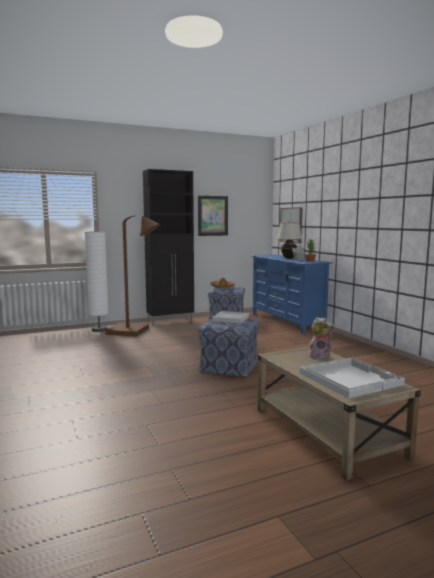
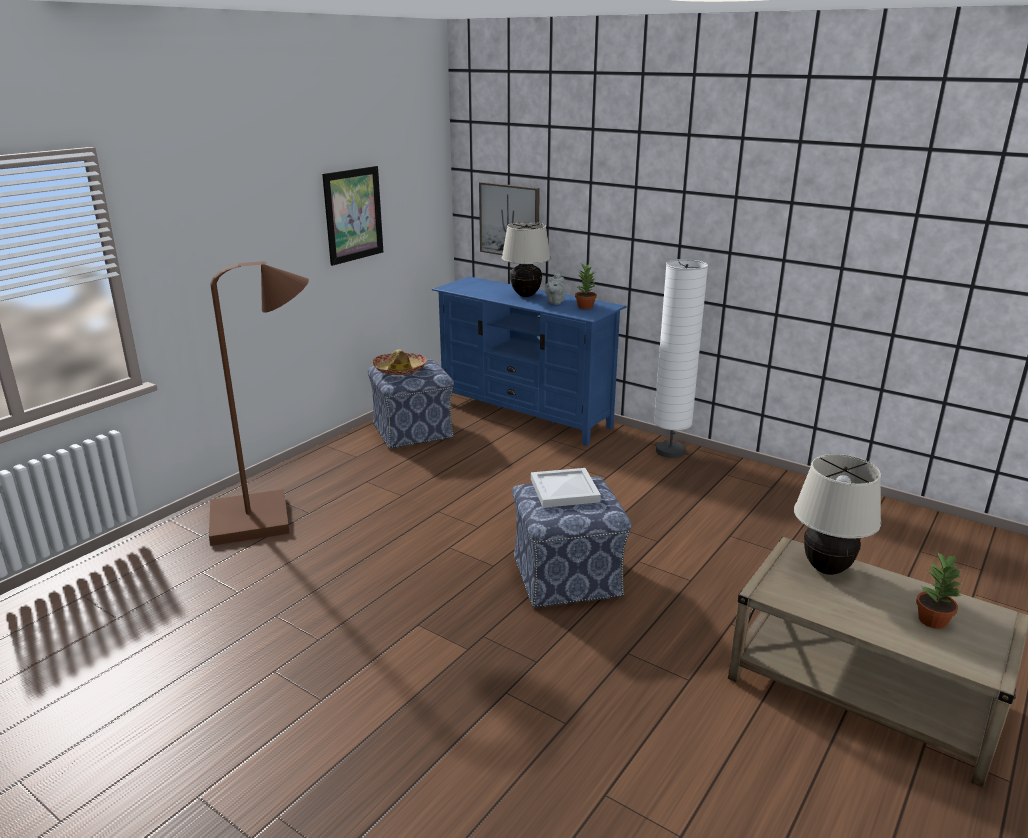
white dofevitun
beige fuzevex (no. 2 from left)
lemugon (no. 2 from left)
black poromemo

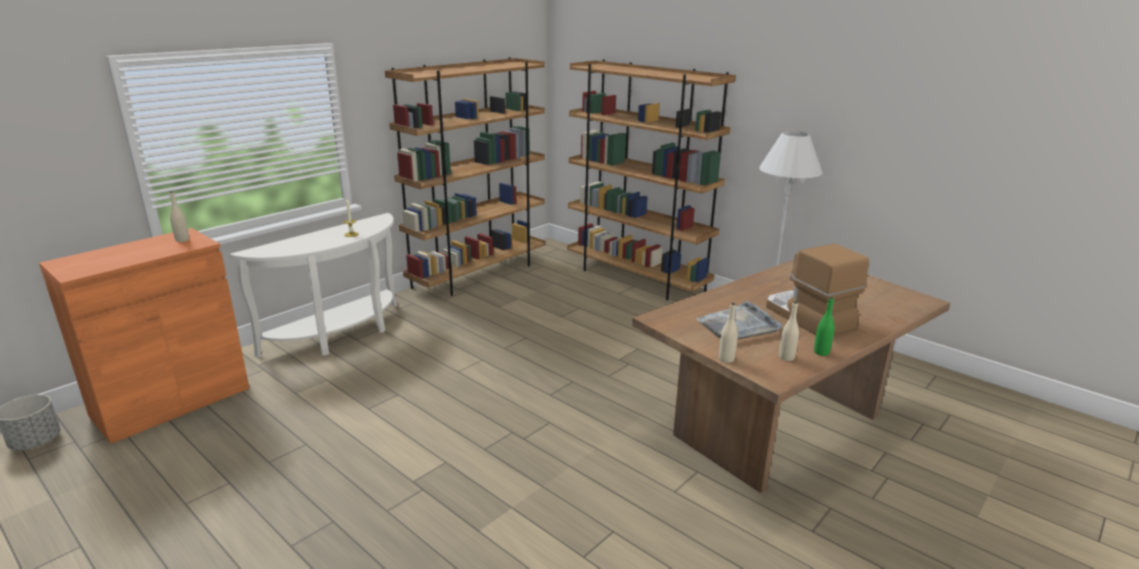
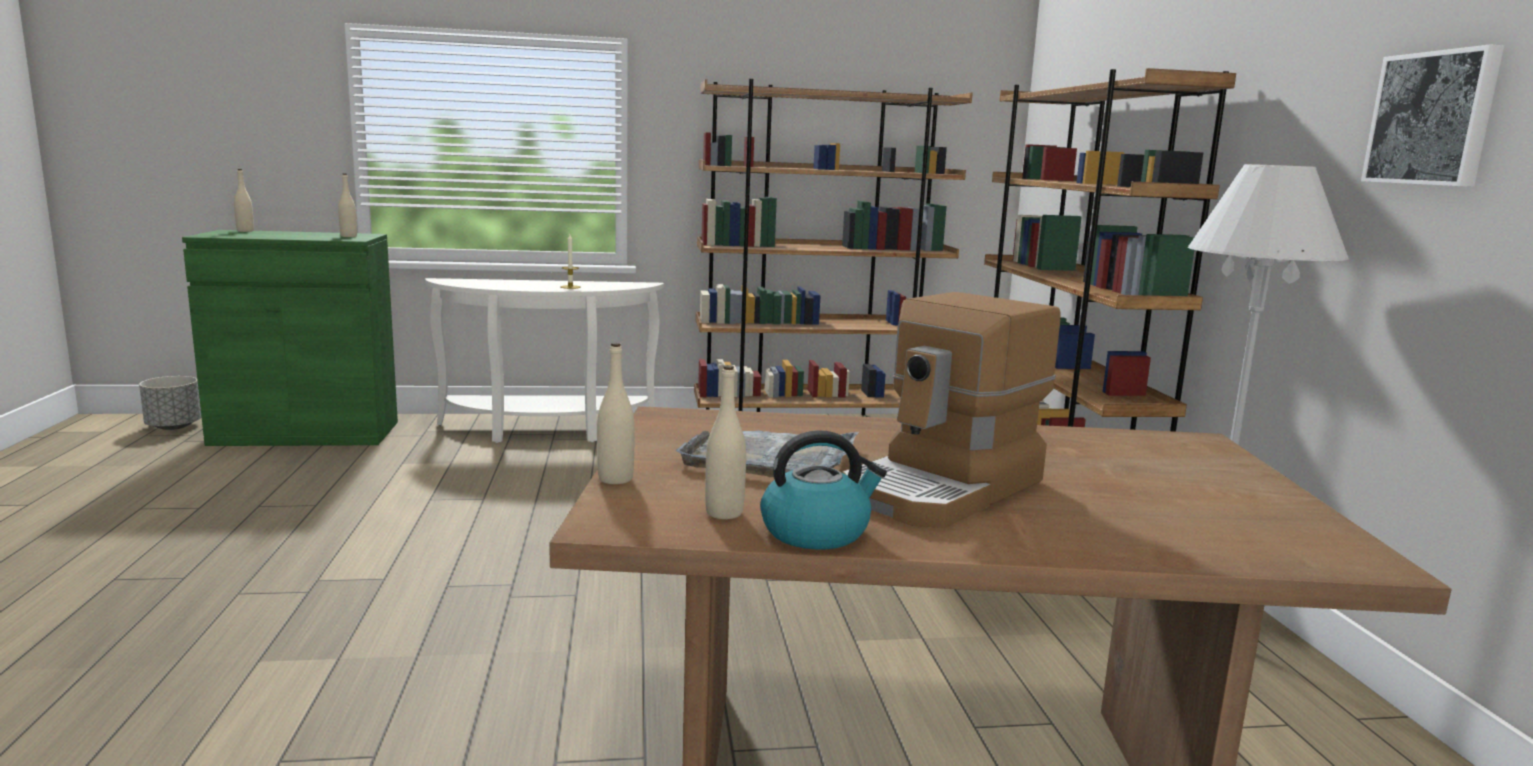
green poromemo
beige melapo (no. 1 from left)
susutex
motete
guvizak

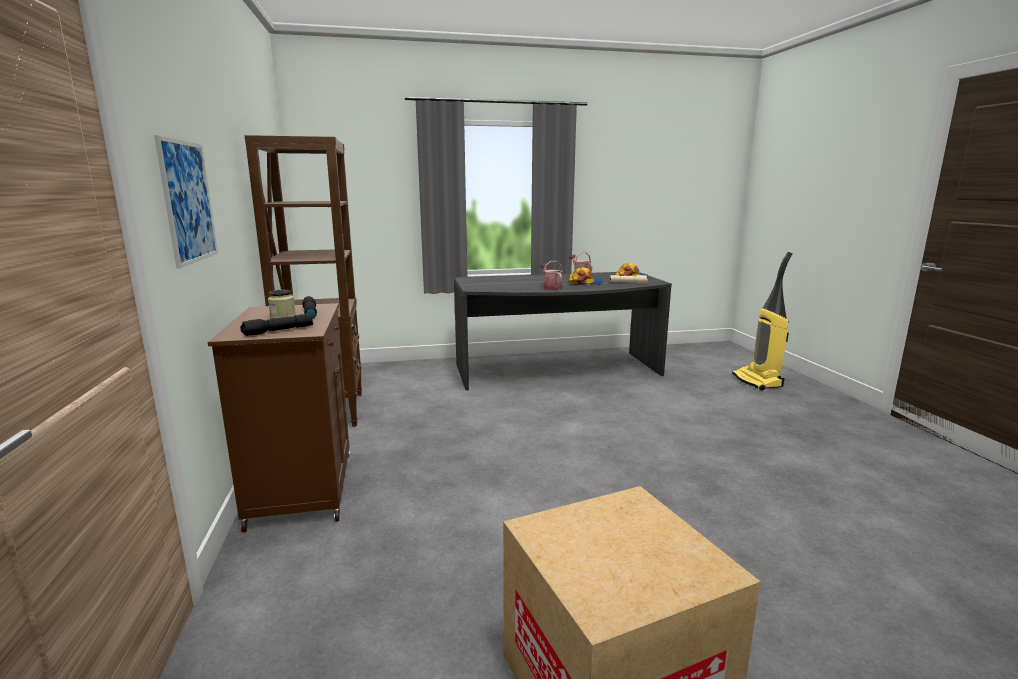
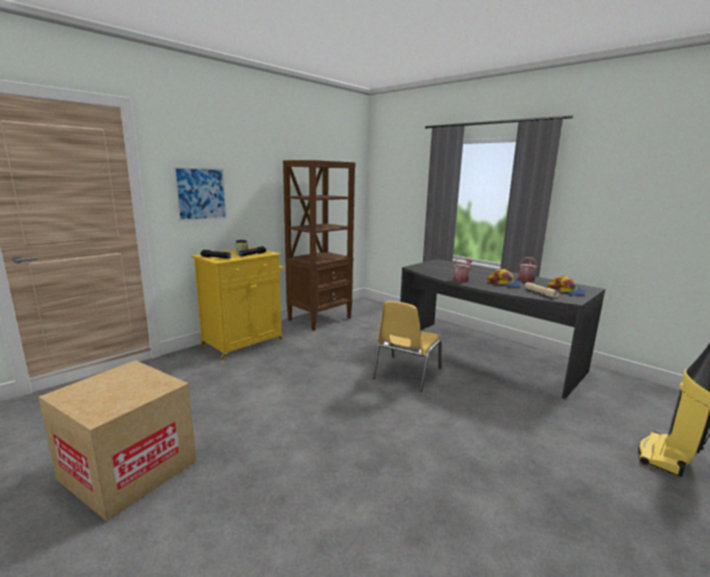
yellow poromemo
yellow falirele

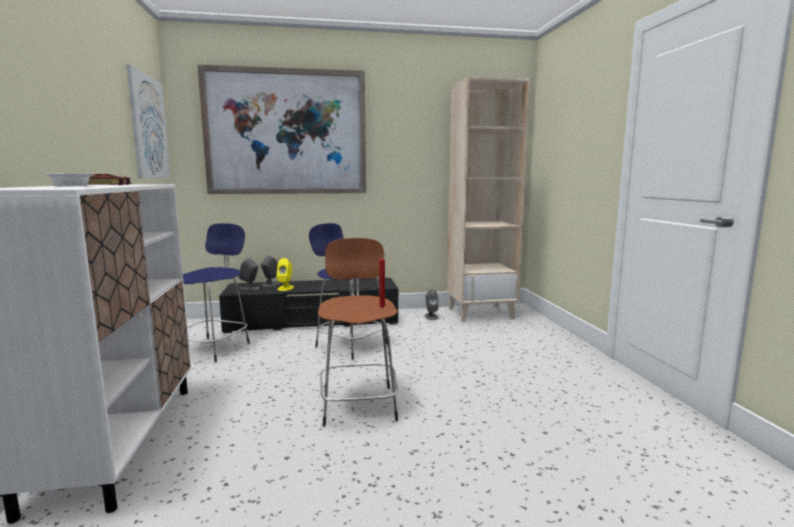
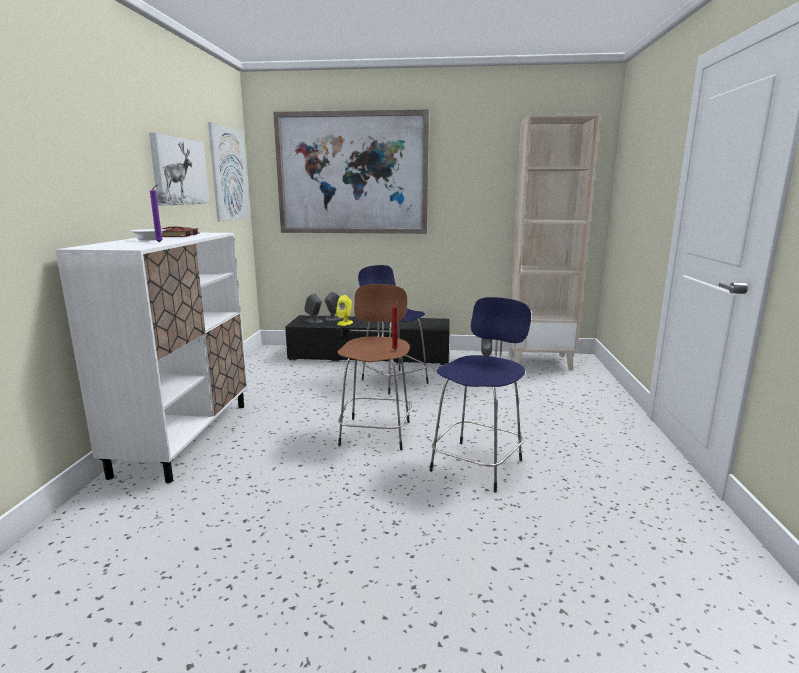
guvizak (no. 1 from left)
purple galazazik
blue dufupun (no. 2 from left)

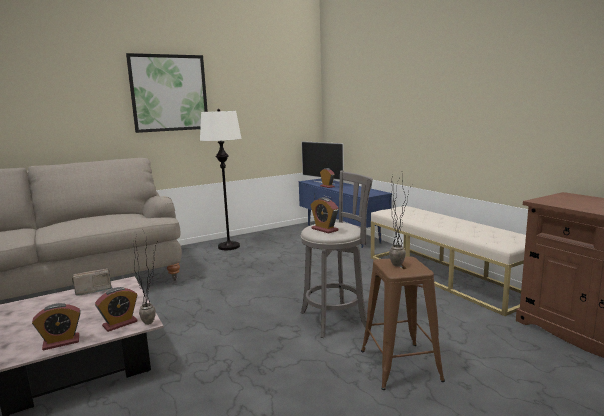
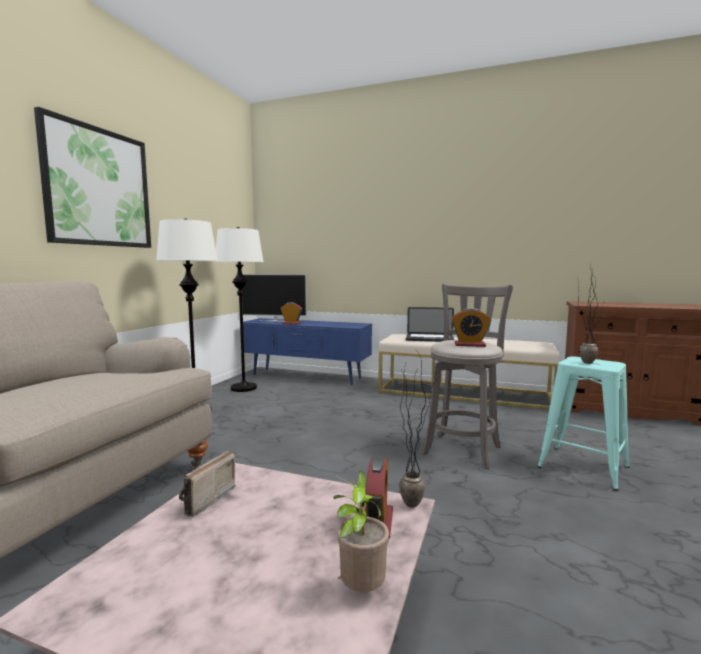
white dofevitun (no. 2 from left)
lemugon (no. 1 from left)
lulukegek
turquoise dufupun

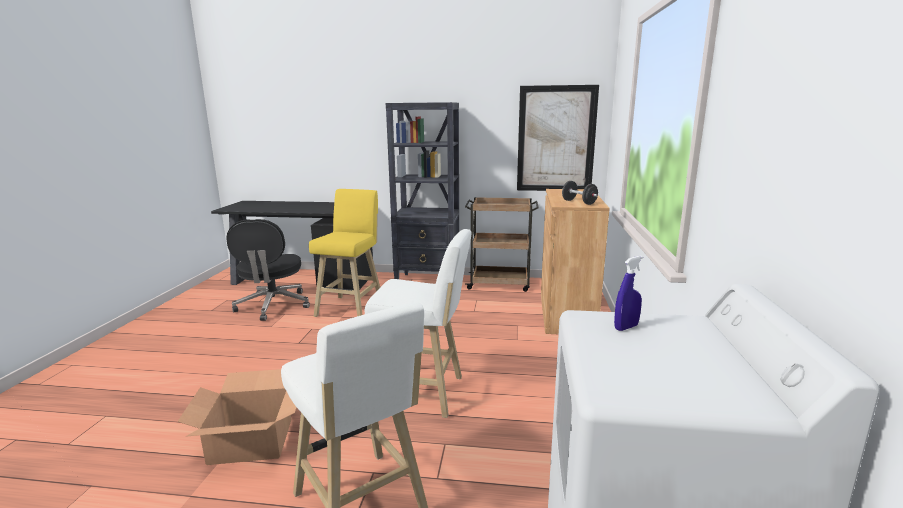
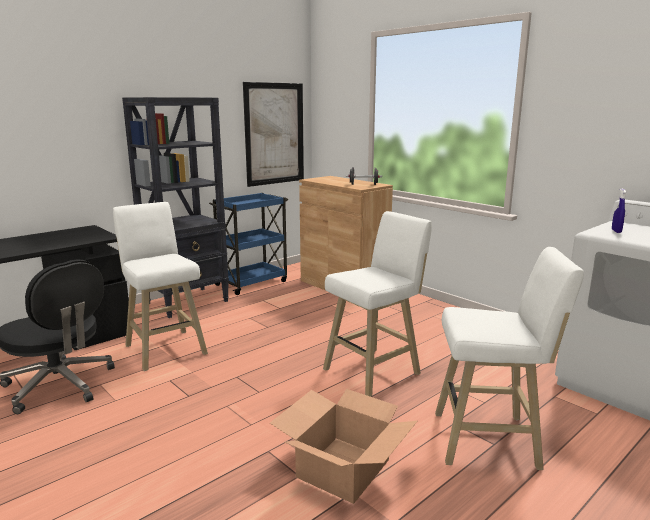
white dufupun (no. 1 from left)
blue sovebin

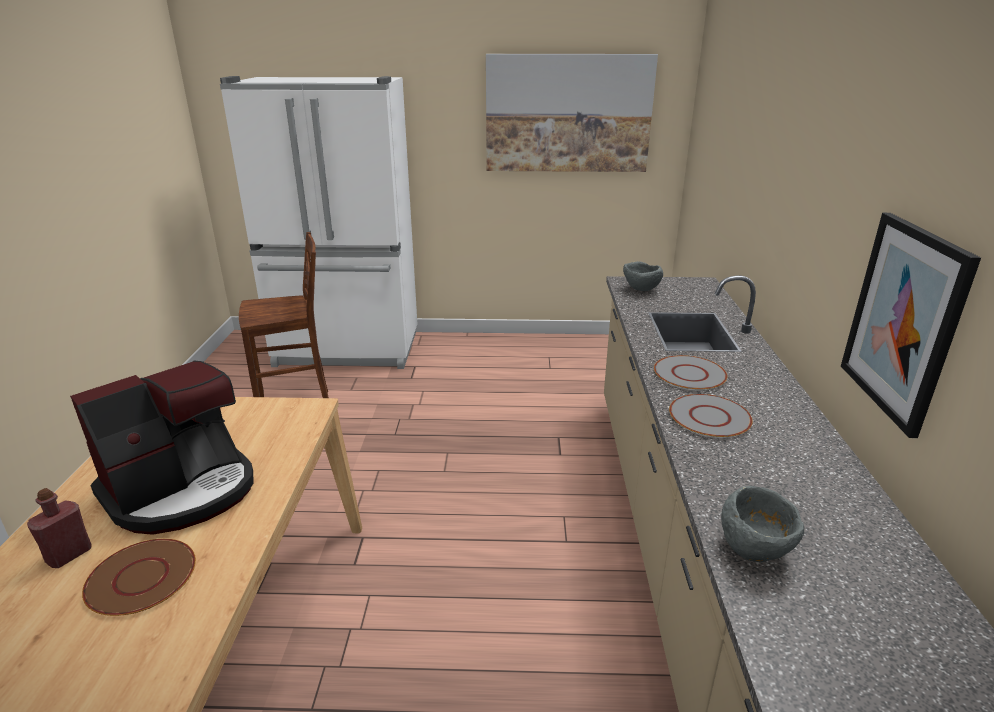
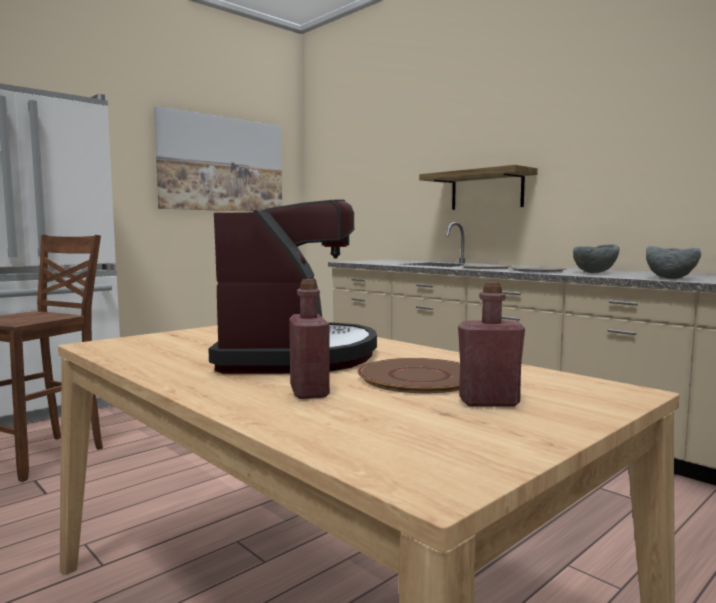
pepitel
red melapo (no. 2 from left)
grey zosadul (no. 1 from left)
guvizak (no. 2 from left in the first image)

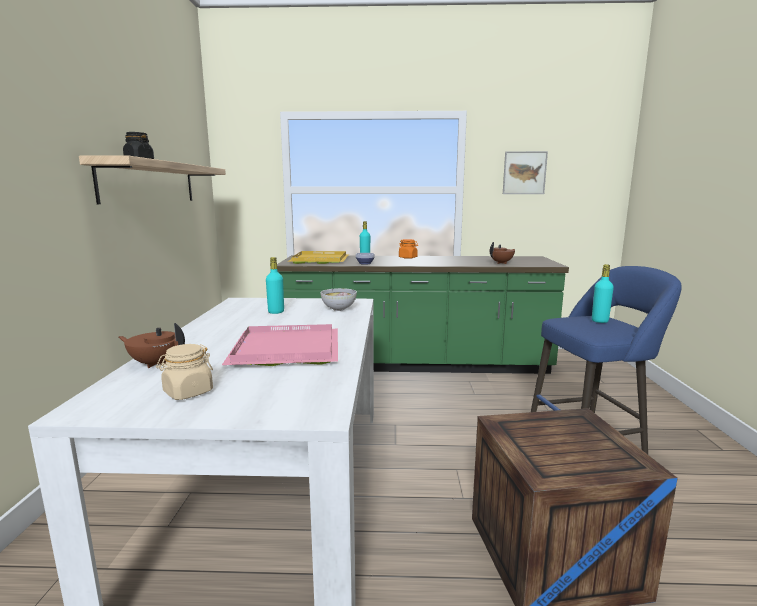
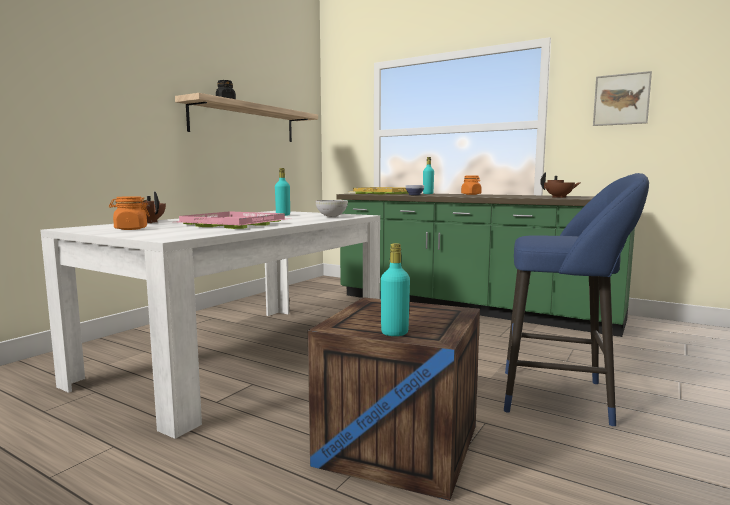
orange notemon (no. 1 from left)
turquoise melapo (no. 2 from left)

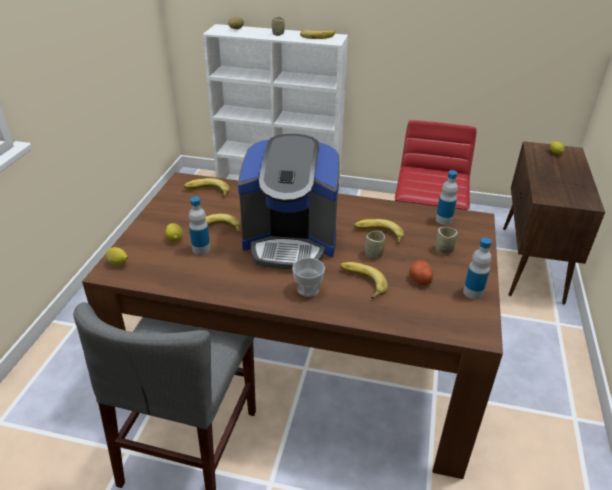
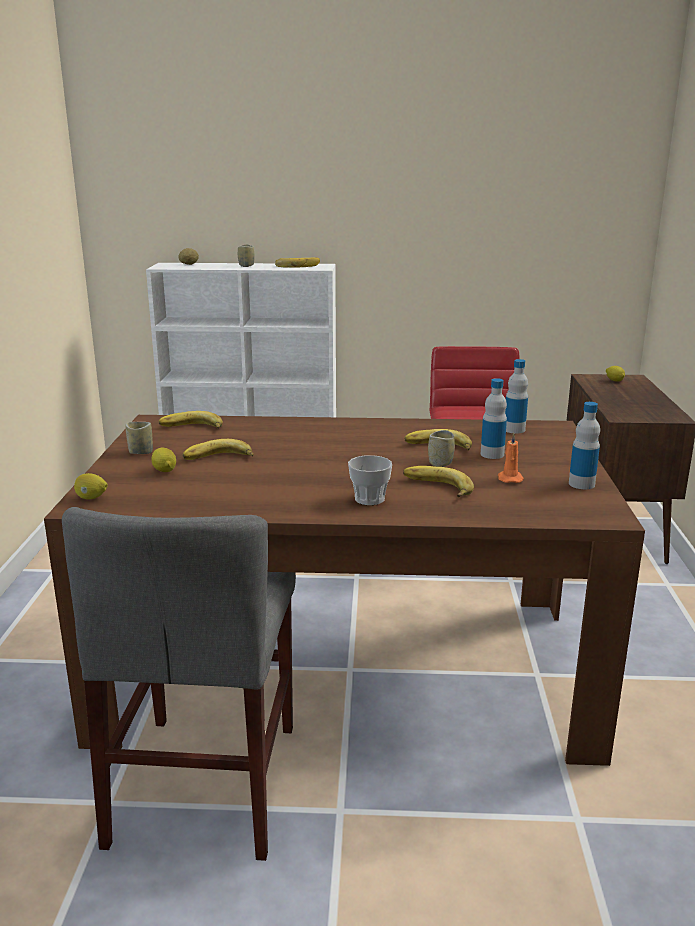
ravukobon (no. 1 from left)
melapo (no. 1 from left)
orange galazazik
motete

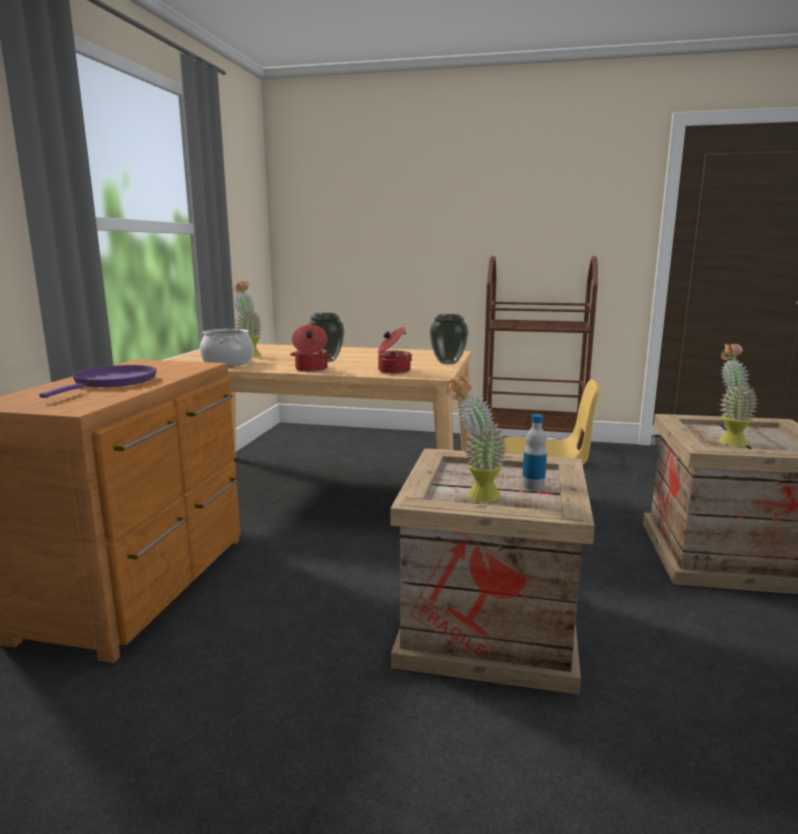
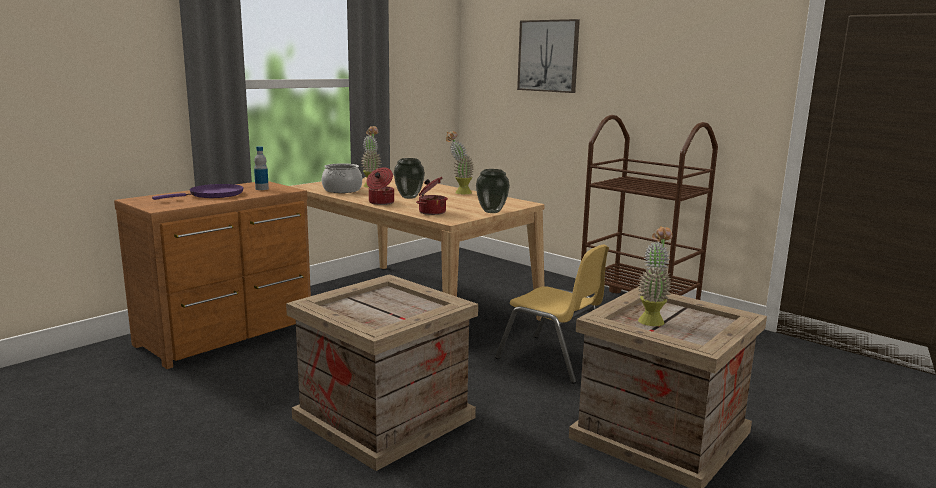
melapo
lemugon (no. 2 from left)
guvizak

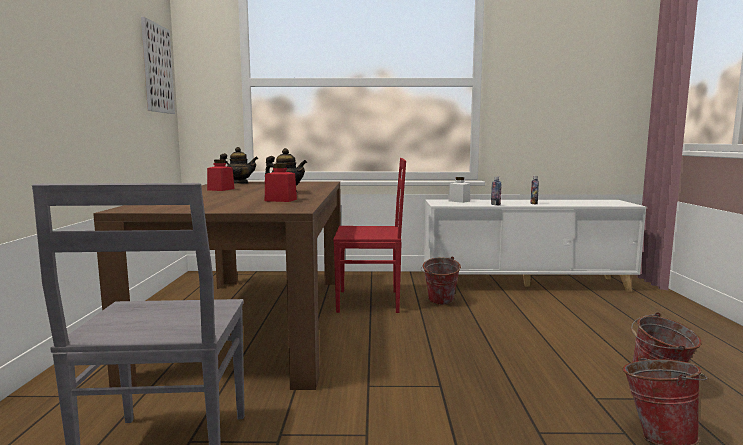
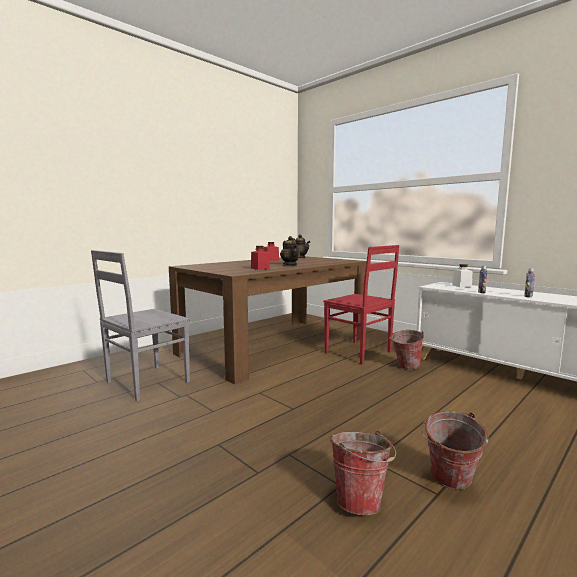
guvizak

